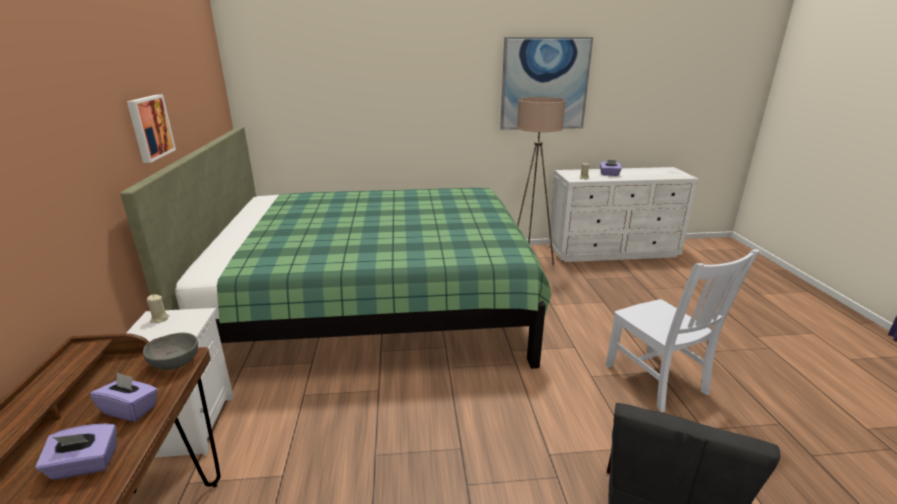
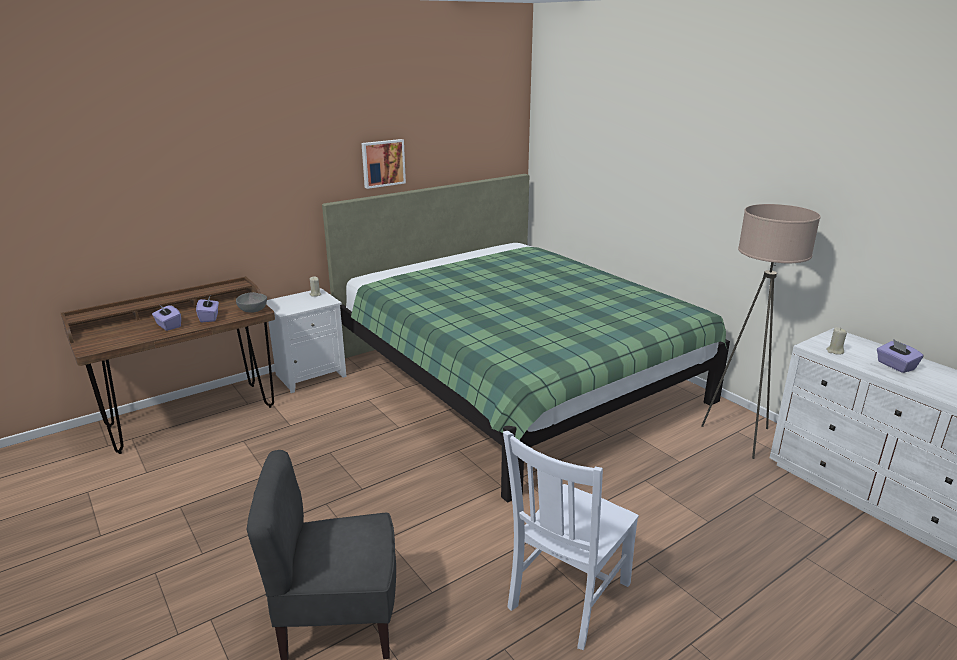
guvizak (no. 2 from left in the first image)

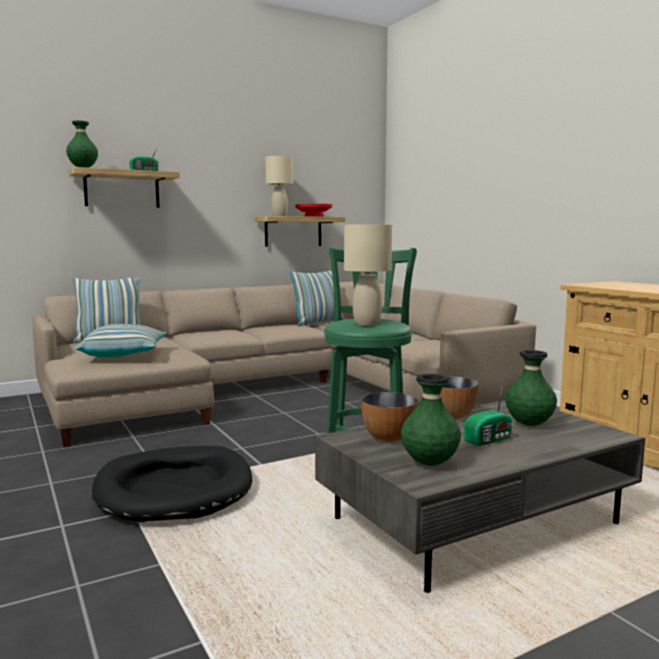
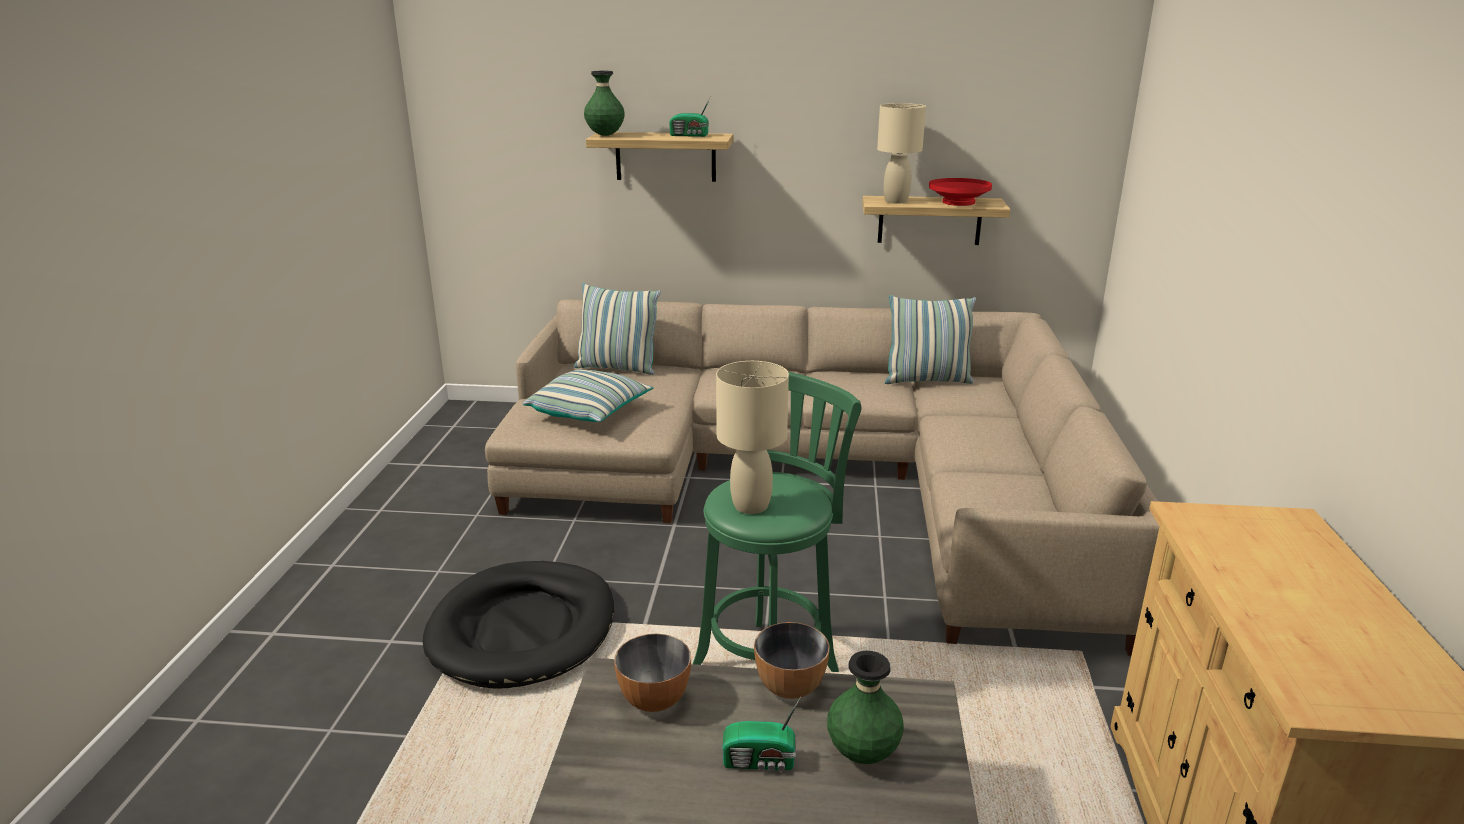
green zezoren (no. 2 from left in the first image)

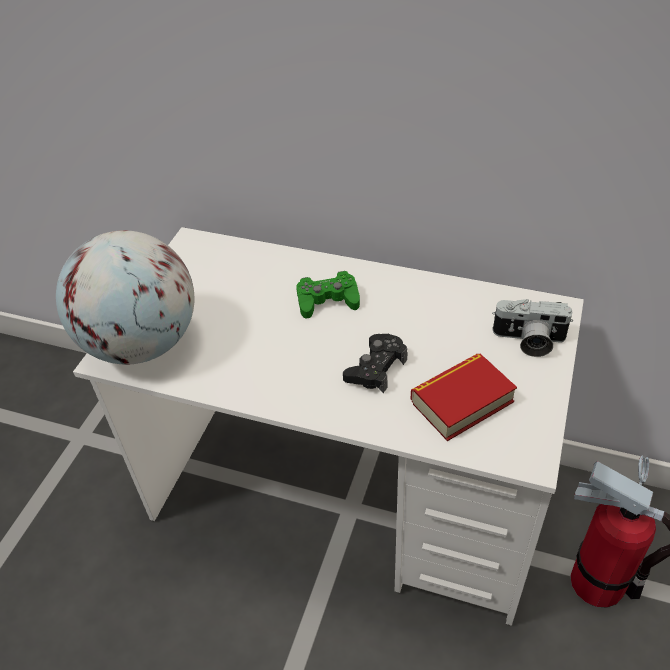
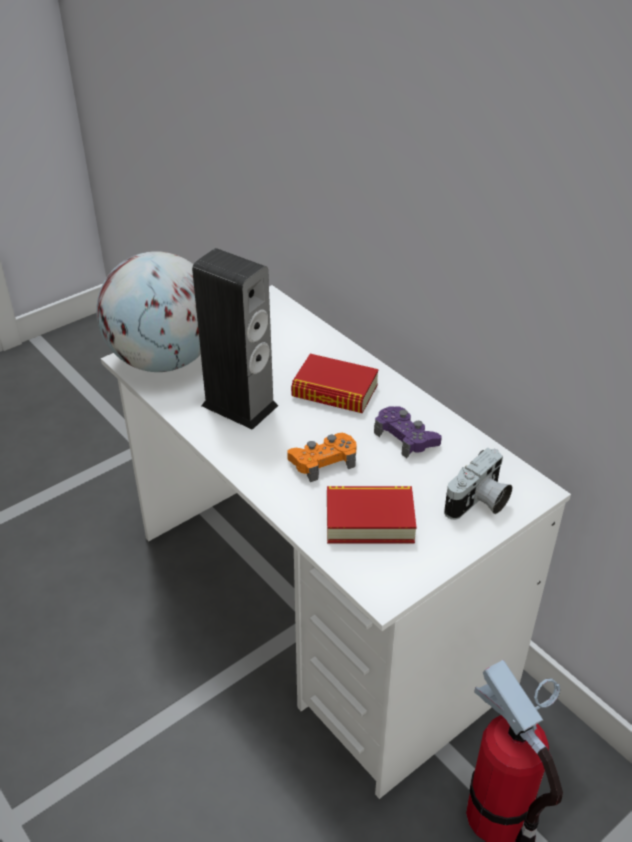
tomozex
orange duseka
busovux (no. 1 from left)
purple duseka
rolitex

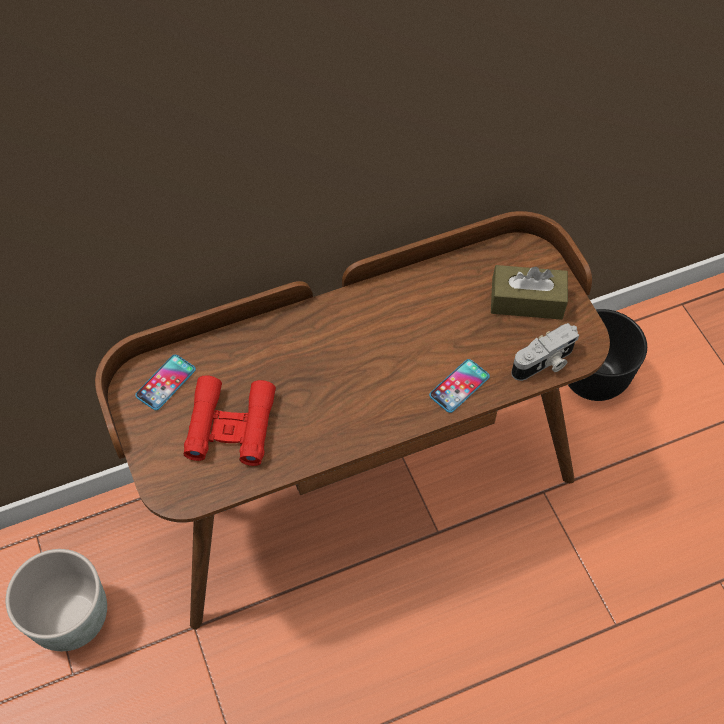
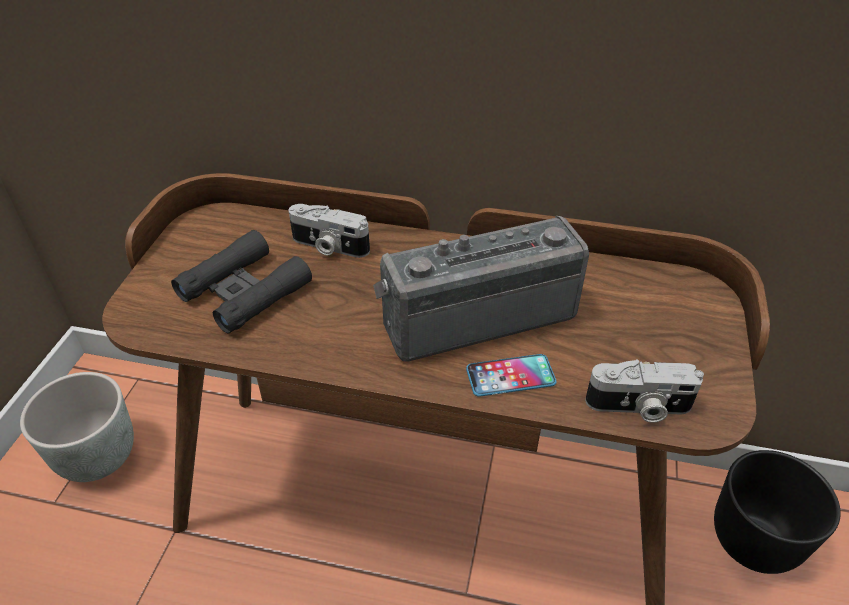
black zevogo
rolitex (no. 1 from left)
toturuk
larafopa (no. 1 from left in the first image)
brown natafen

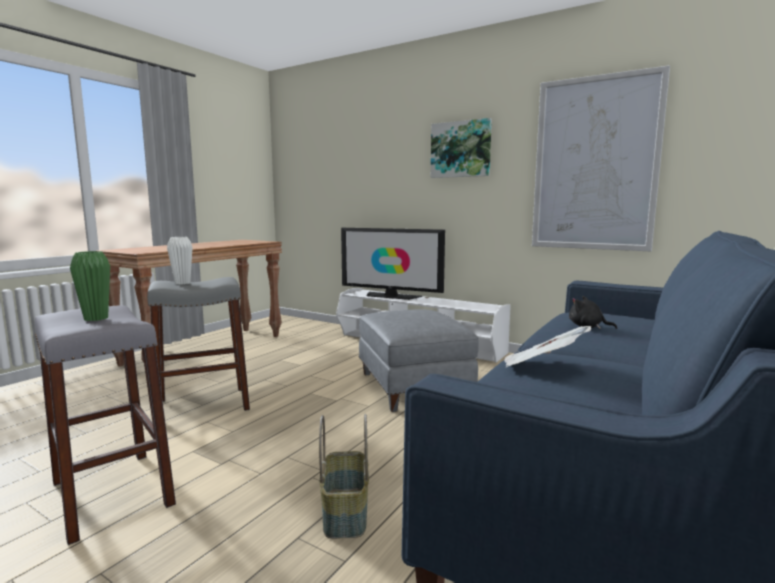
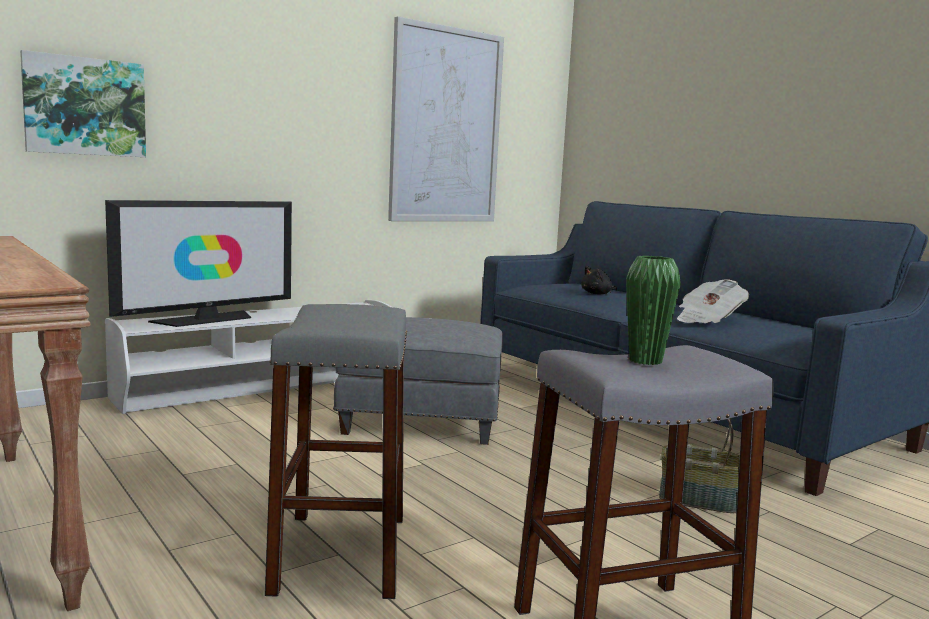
guvizak (no. 1 from left)
white zezoren

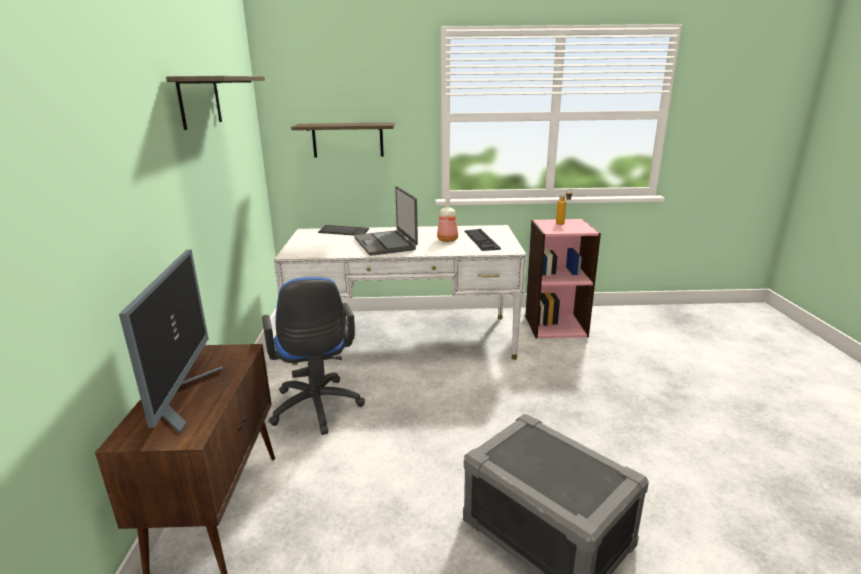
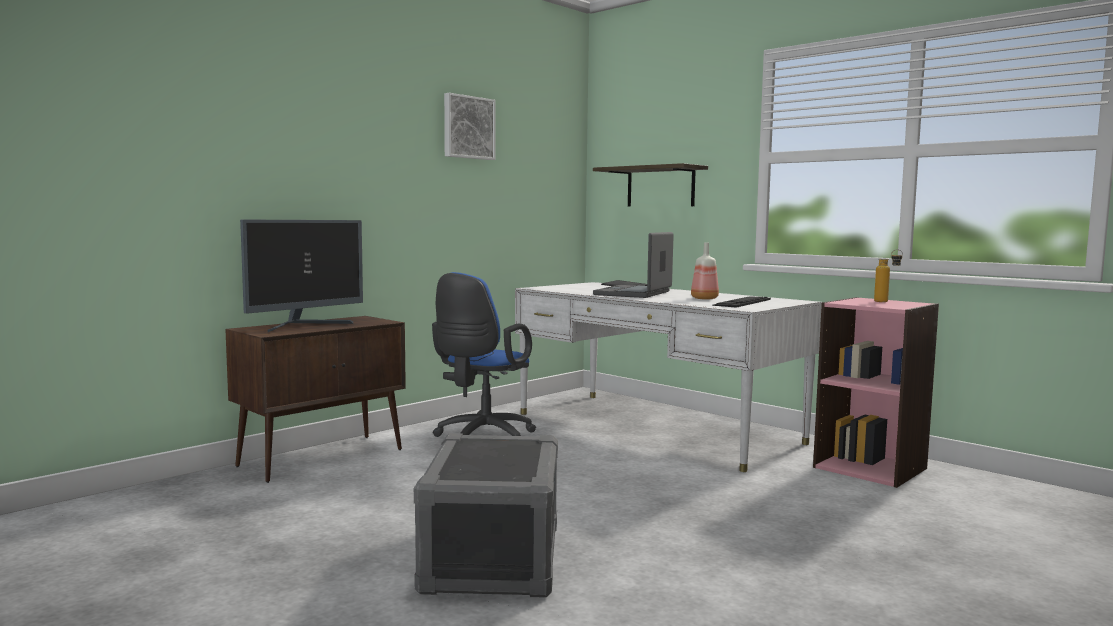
guvizak

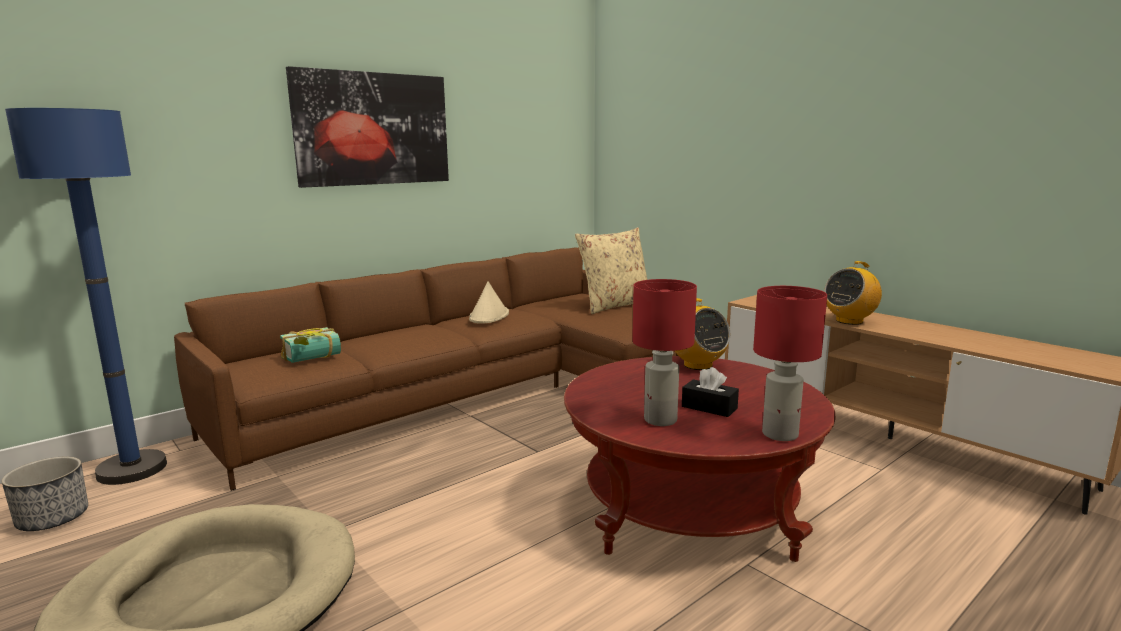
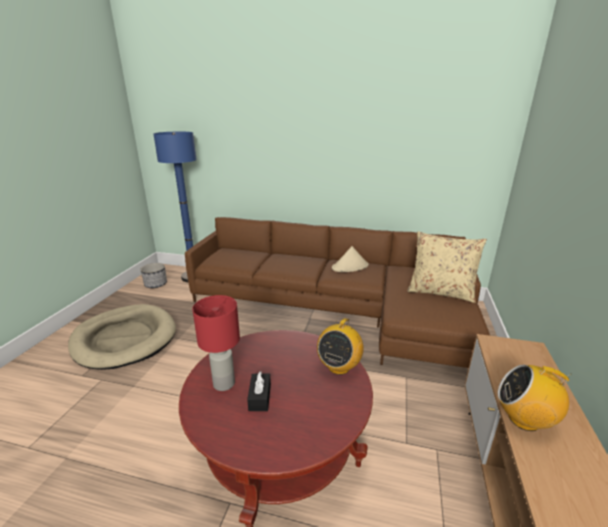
busovux
guvizak
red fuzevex (no. 2 from left in the first image)

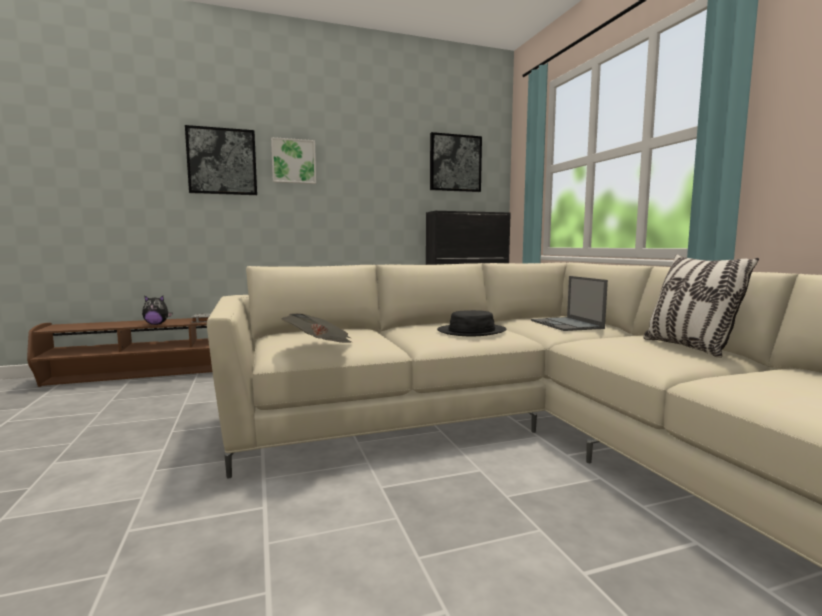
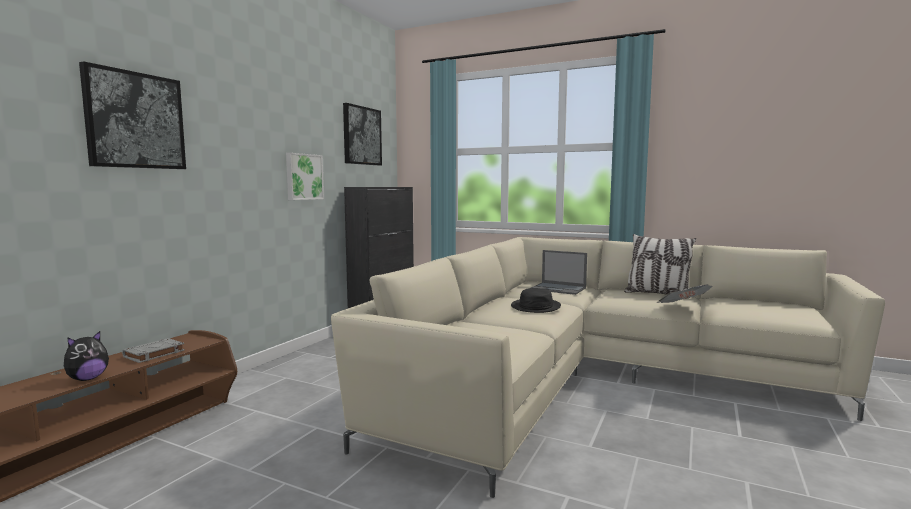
guvizak (no. 2 from left)
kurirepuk

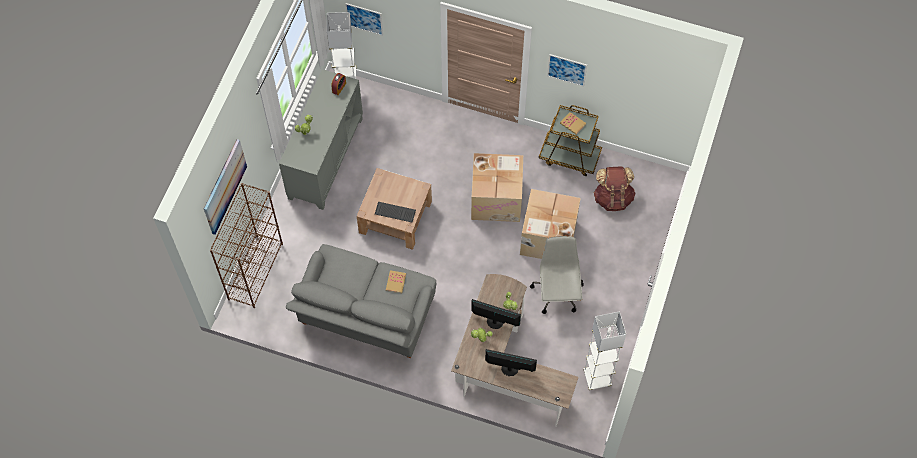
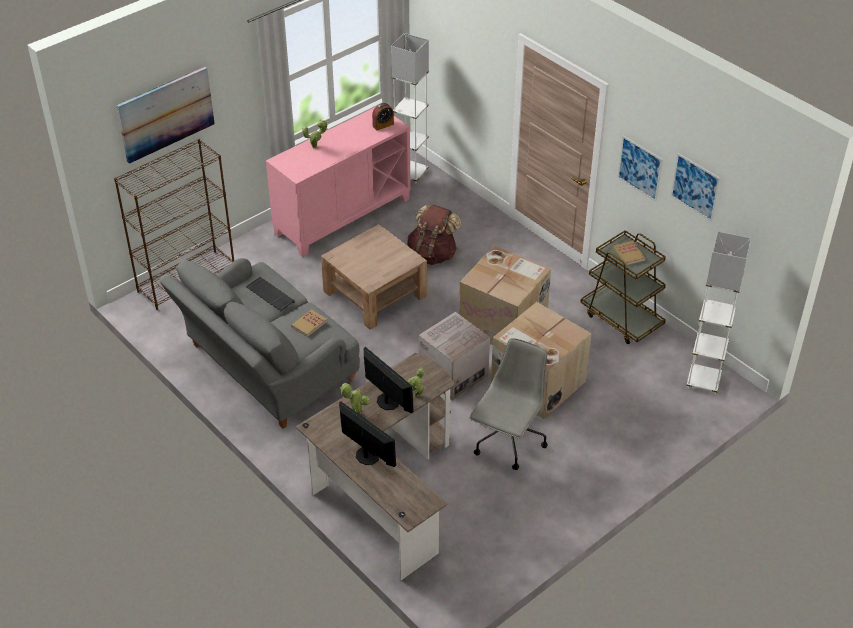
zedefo
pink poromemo
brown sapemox
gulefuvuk (no. 1 from left)
guvizak (no. 3 from left)
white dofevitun (no. 2 from left)

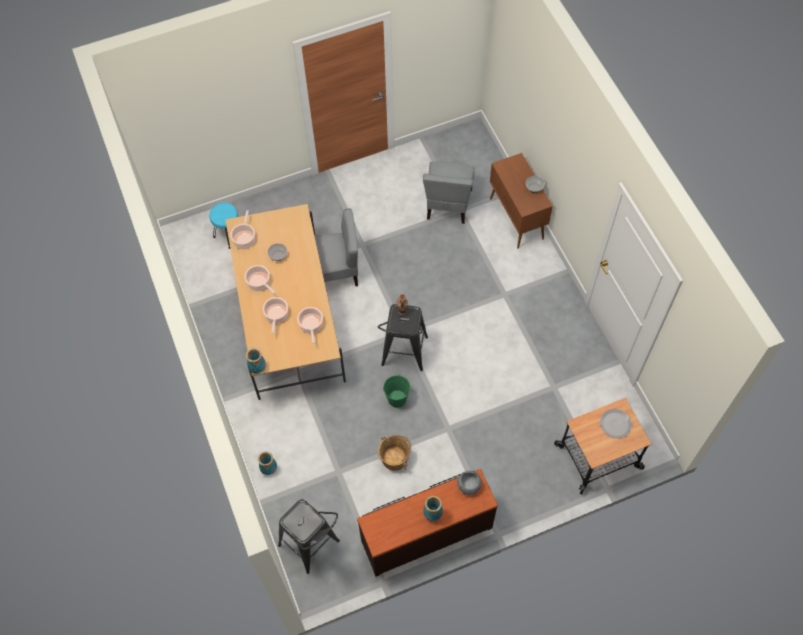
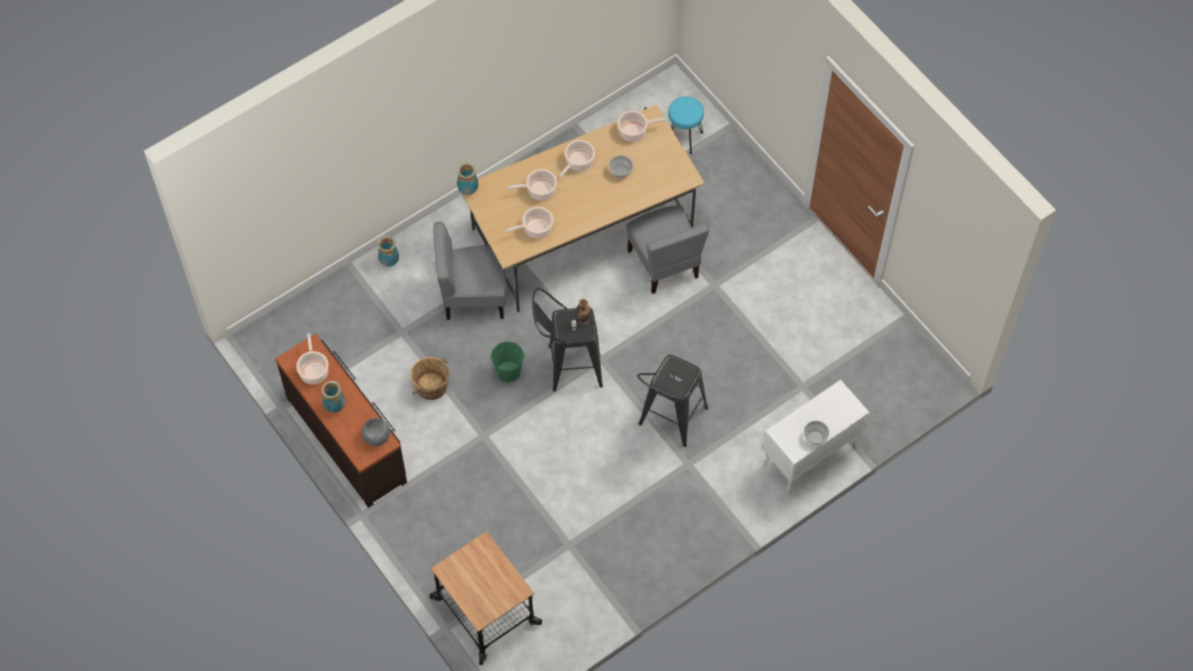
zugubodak (no. 1 from left)
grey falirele (no. 1 from left)
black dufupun (no. 2 from left)
white poromemo
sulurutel

